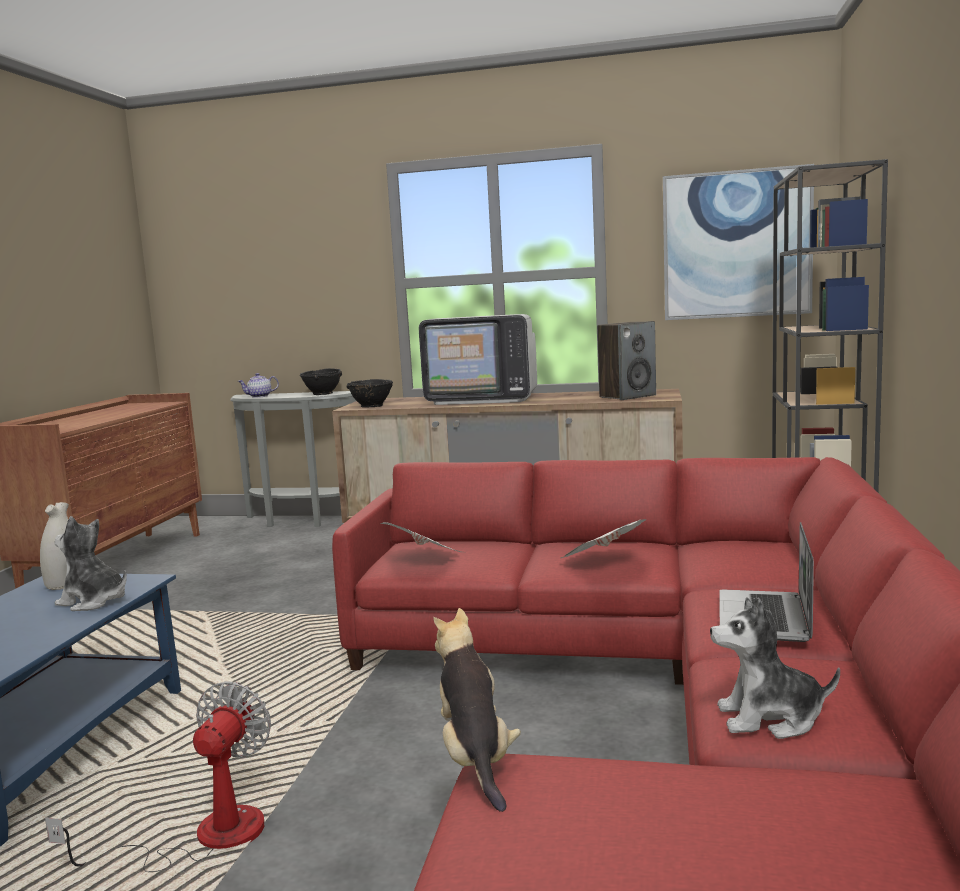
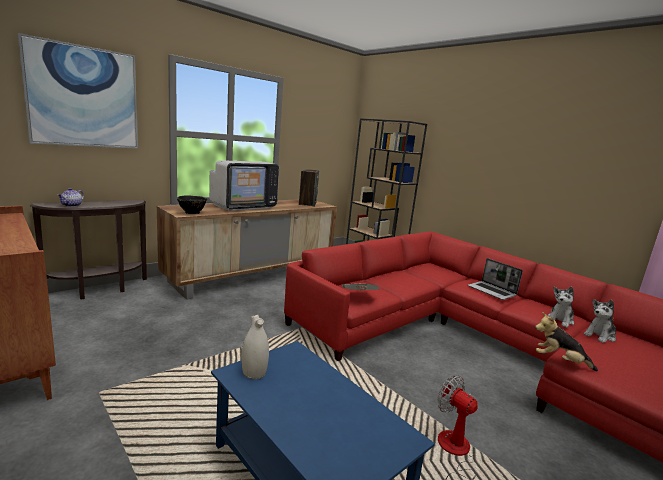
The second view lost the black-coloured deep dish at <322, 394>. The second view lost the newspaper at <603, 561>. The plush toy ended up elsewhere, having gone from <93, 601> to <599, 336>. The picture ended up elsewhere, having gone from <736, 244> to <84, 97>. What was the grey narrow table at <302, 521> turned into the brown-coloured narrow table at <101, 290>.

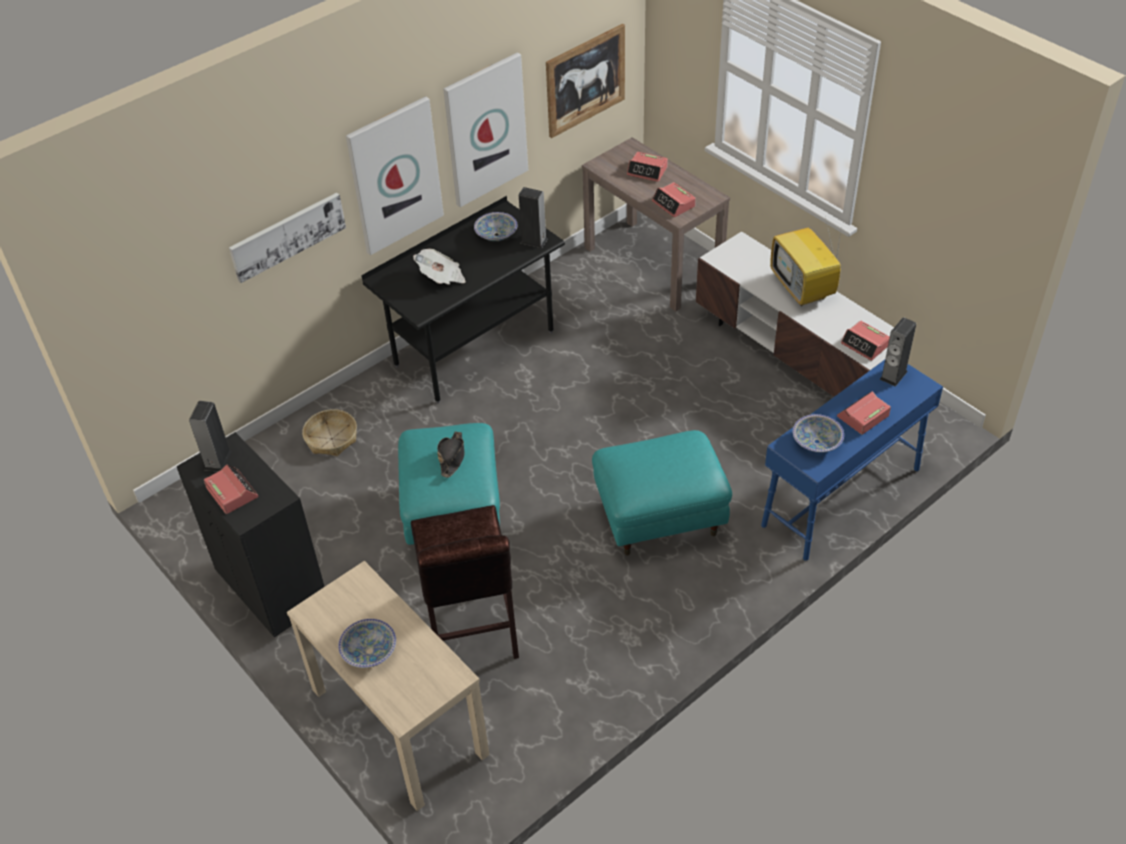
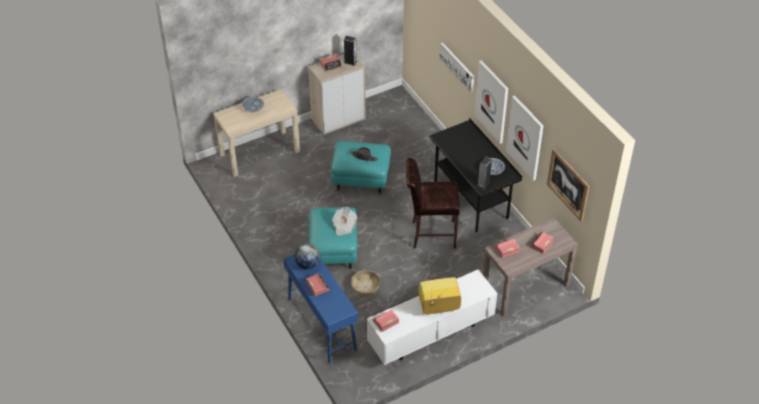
The second view lost the speaker at <893, 375>. The storage basket ended up elsewhere, having gone from <331, 438> to <365, 286>. The brown-coloured sitting stool ended up elsewhere, having gone from <471, 633> to <430, 234>. The newspaper ended up elsewhere, having gone from <441, 278> to <344, 226>. Where the deep dish stood at <816, 442>, the globe came to stand at <307, 264>. What was the black-coloured cabinet at <271, 590> turned into the beige-coloured cabinet at <339, 121>.

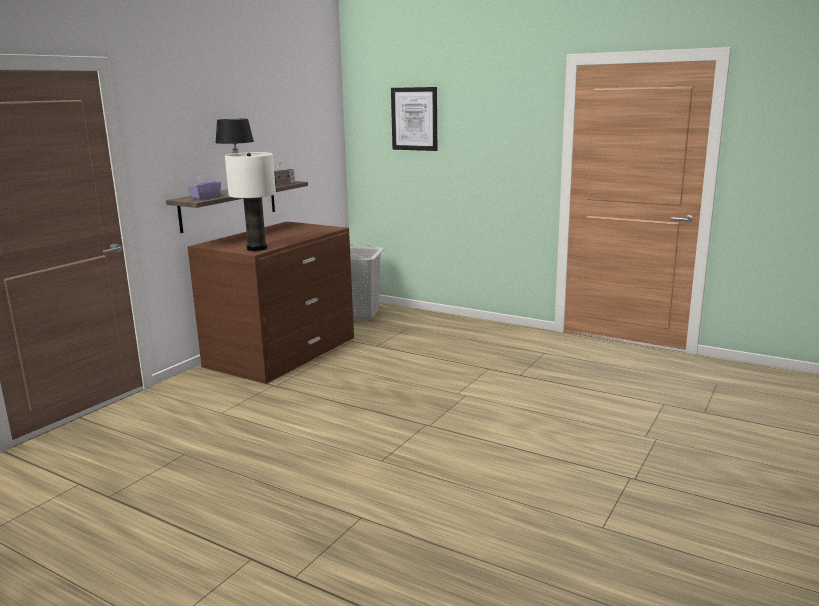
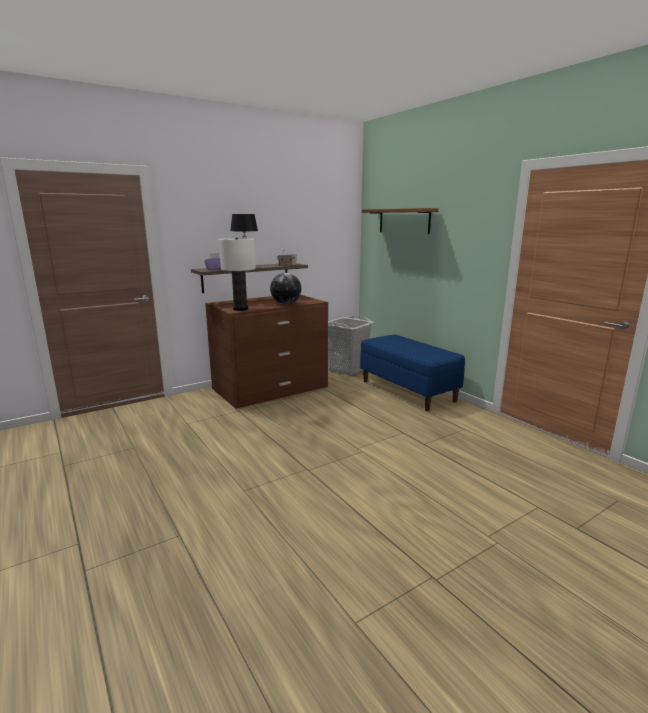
The second view gained the globe at <286, 304>. The second view gained the blue-coloured indoor bench at <408, 391>. Where the picture hung at <414, 119>, the shelf came to hang at <404, 221>.

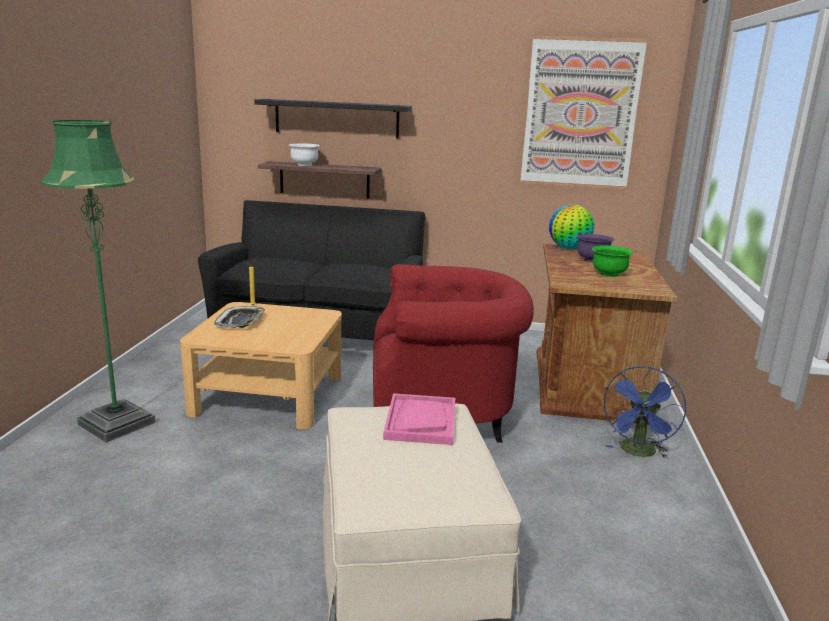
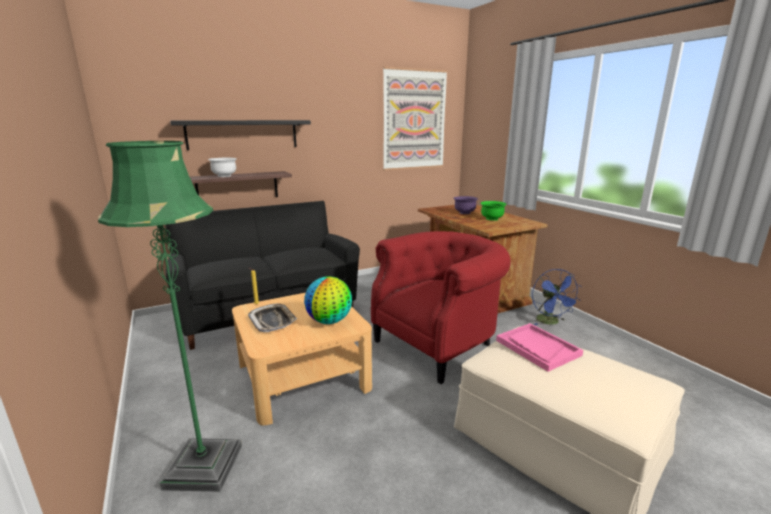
The globe ended up elsewhere, having gone from <569, 248> to <329, 321>.

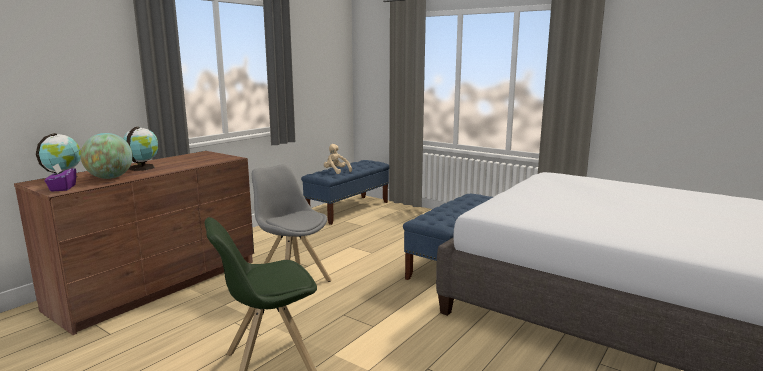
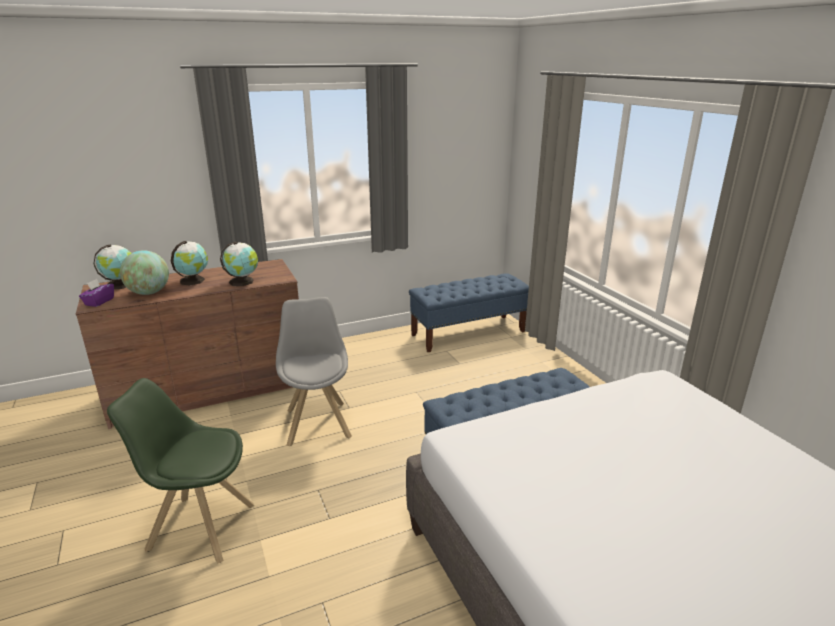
The second view lost the beige-coloured plush toy at <336, 171>. The second view gained the globe at <243, 281>.

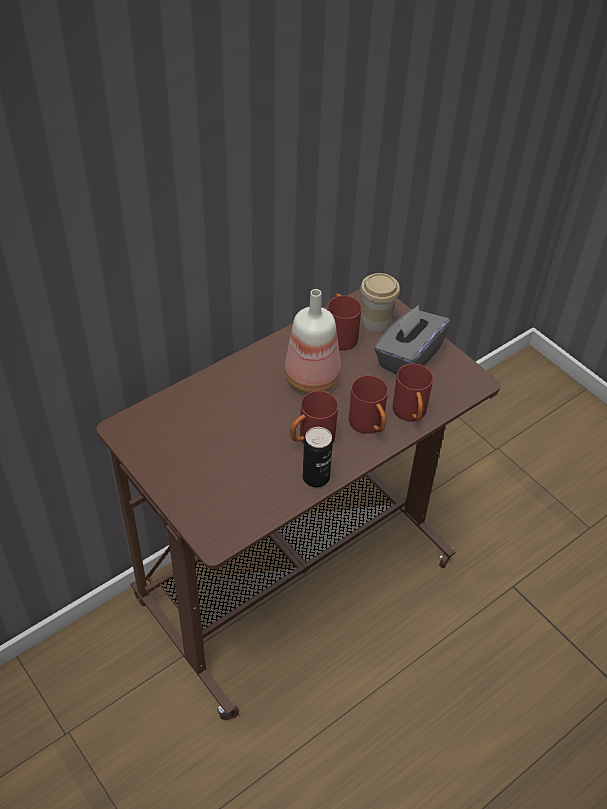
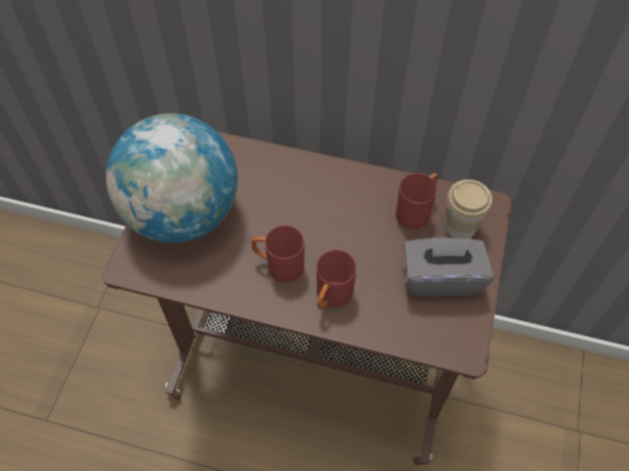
The second view lost the beverage bottle at <313, 377>. The second view lost the can at <316, 477>. The second view lost the reddish tea mug at <411, 414>. The second view gained the globe at <183, 214>.

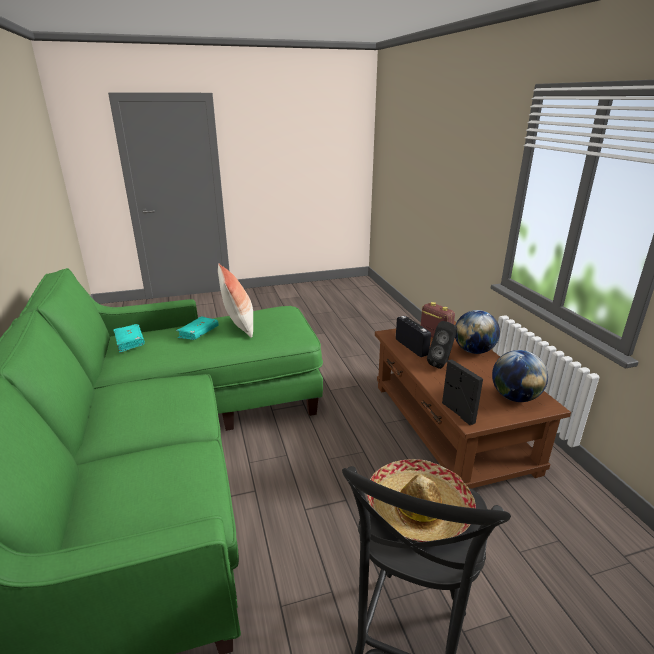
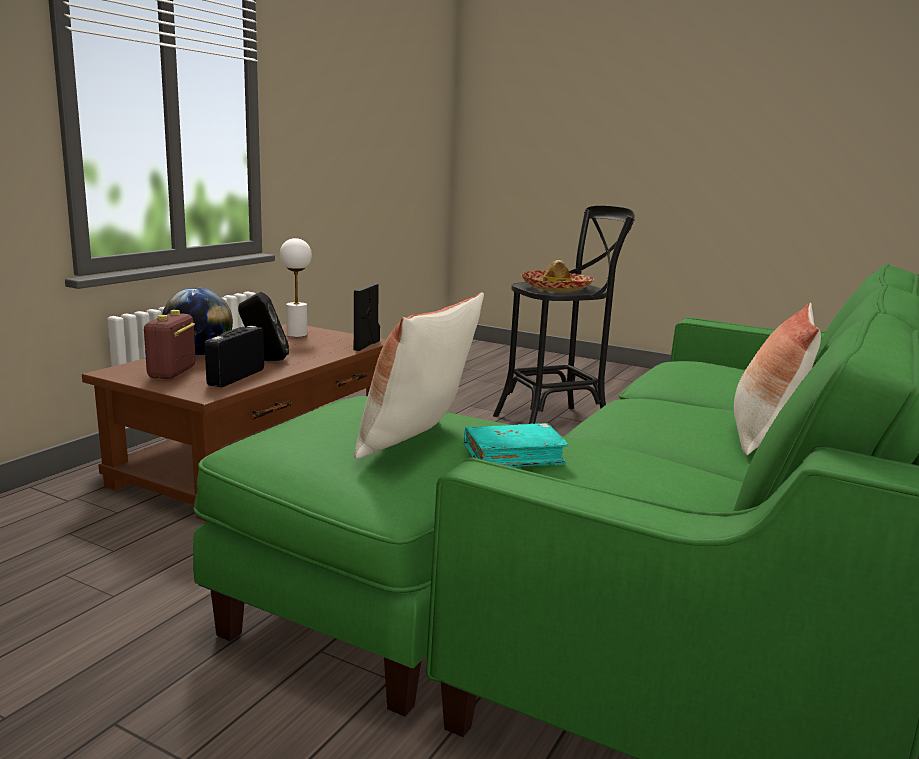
The second view lost the blue-green volume at <130, 342>. The second view gained the cushion at <763, 437>. Where the globe stood at <515, 397>, the whitish table lamp came to stand at <296, 334>.

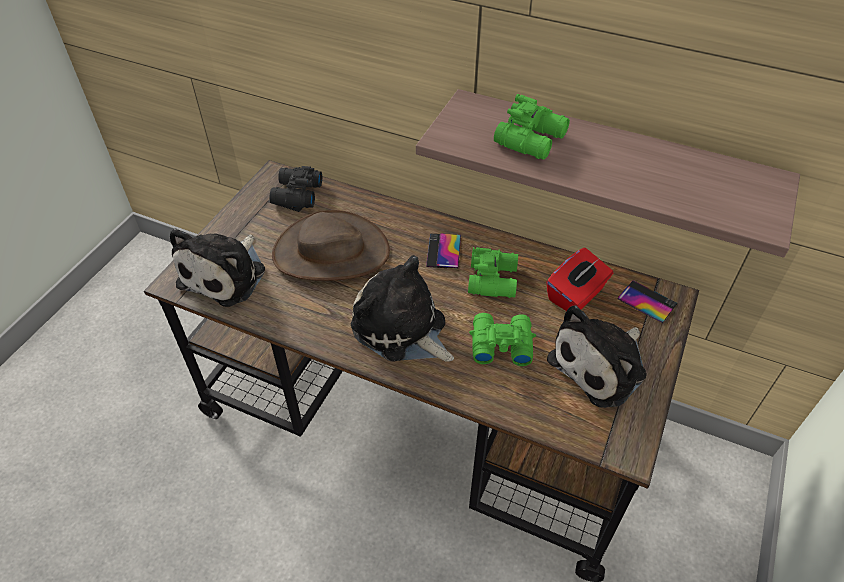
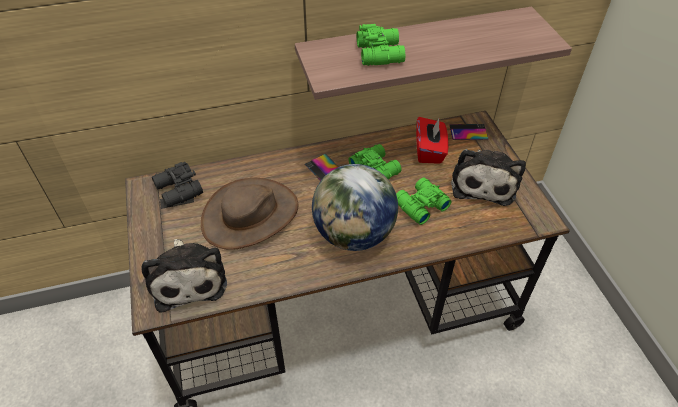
Where the plush toy stood at <402, 329>, the globe came to stand at <354, 234>.

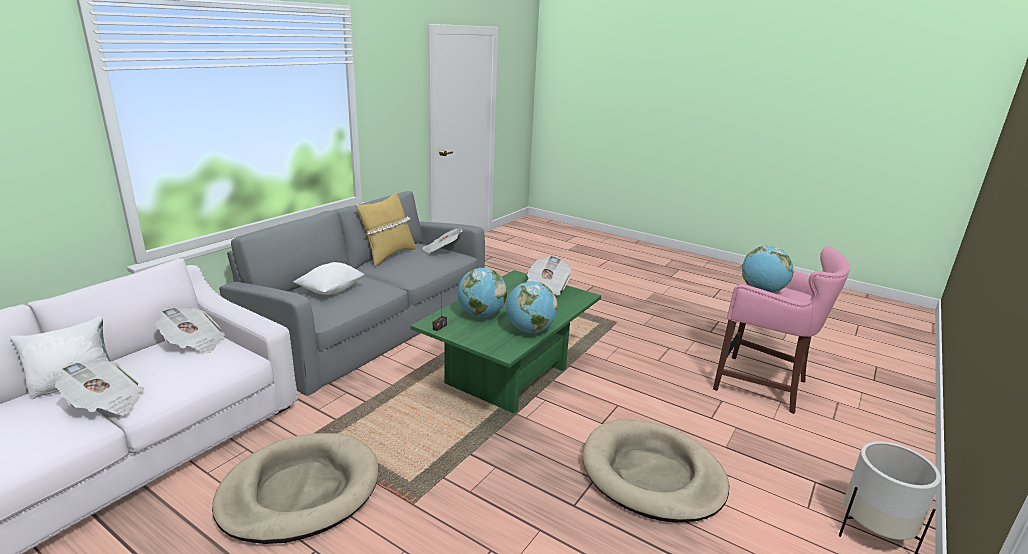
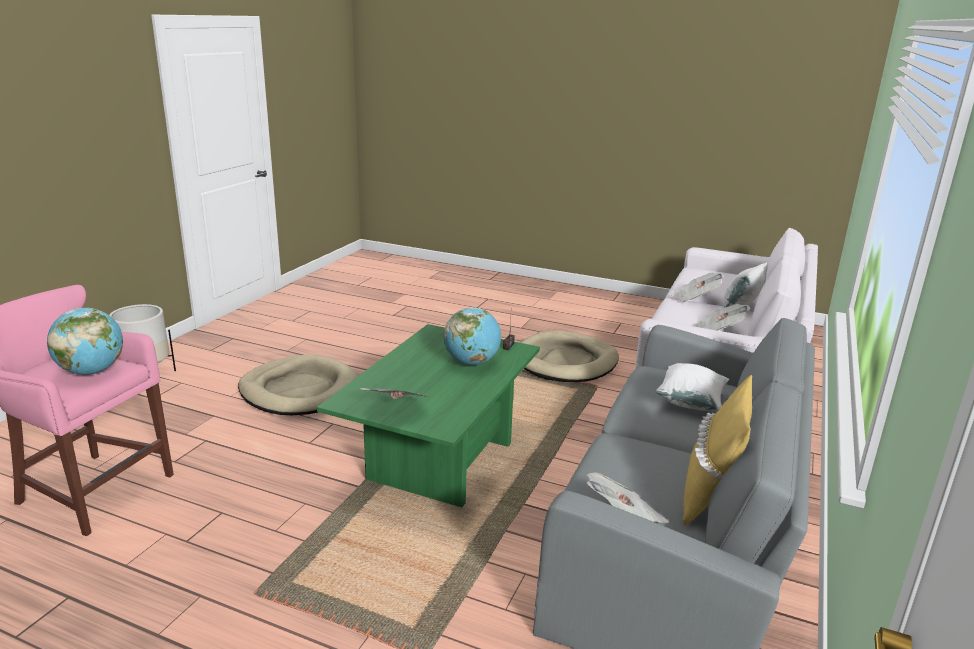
The second view lost the globe at <530, 330>.

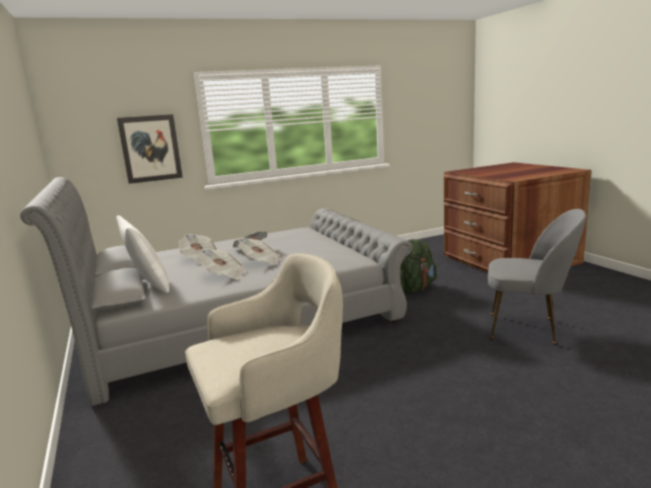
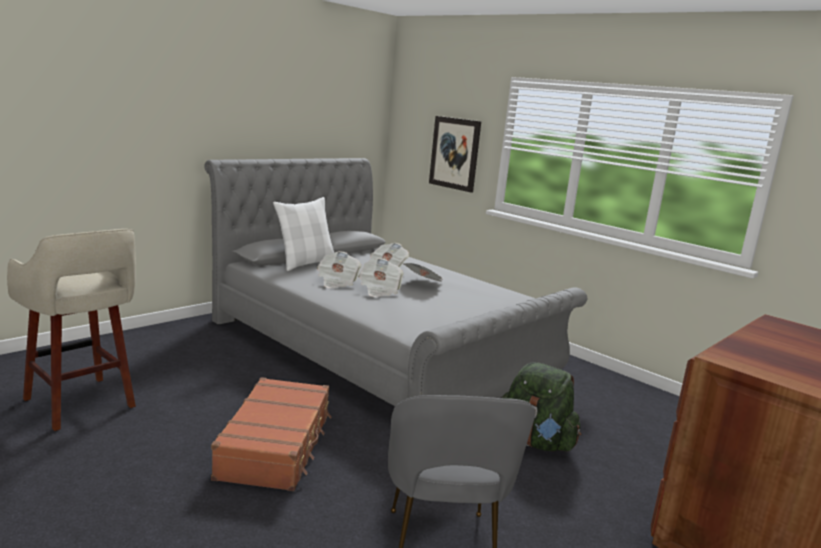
The second view gained the brown-coloured travel case at <276, 445>.

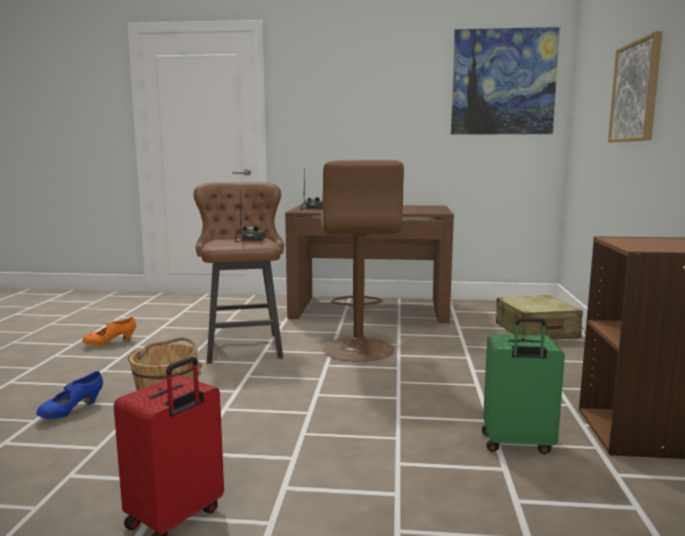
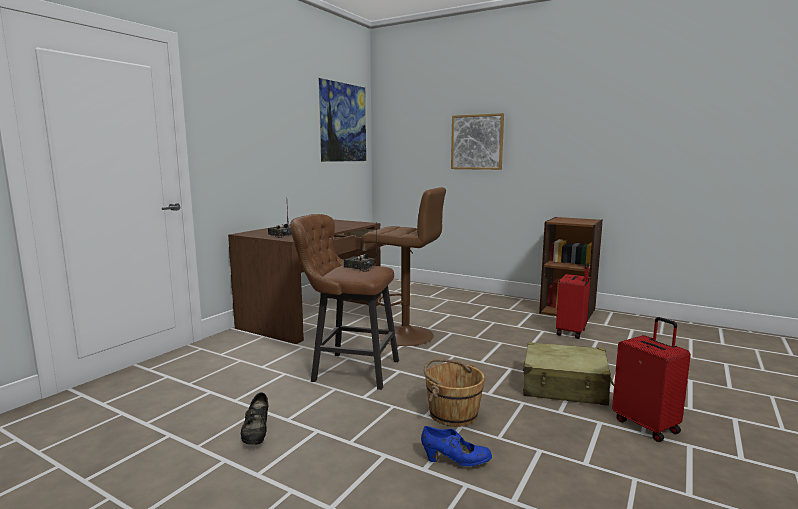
The beige-coloured travel case ended up elsewhere, having gone from <536, 331> to <564, 387>. What was the orange shoe at <110, 343> turned into the black-coloured shoe at <256, 434>. What was the greenish travel case at <517, 444> turned into the reddish travel case at <572, 332>. The blue-coloured shoe at <72, 411> ended up facing another way, 45 degrees counterclockwise from before.

